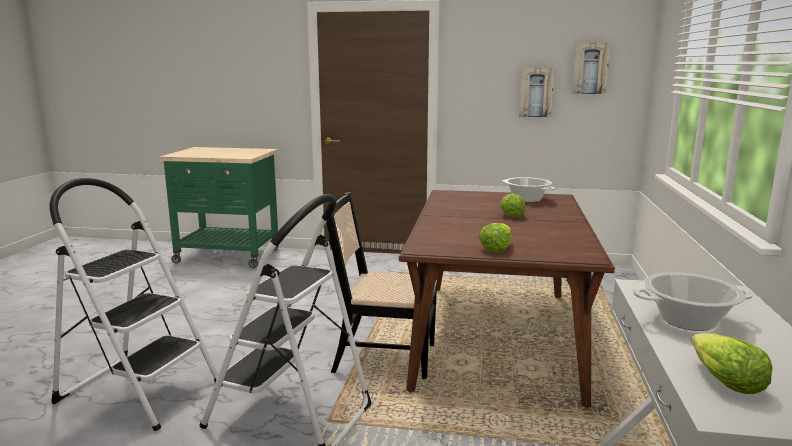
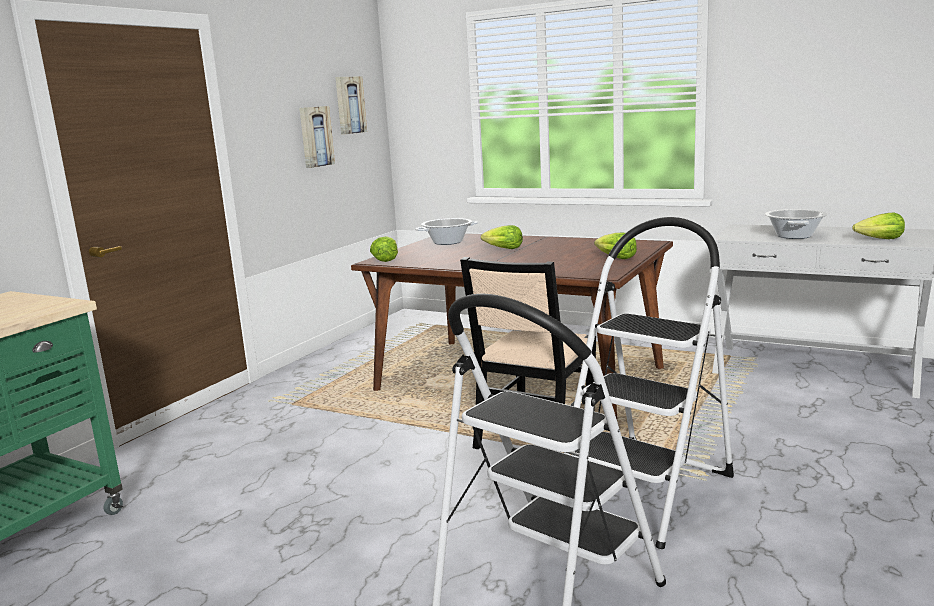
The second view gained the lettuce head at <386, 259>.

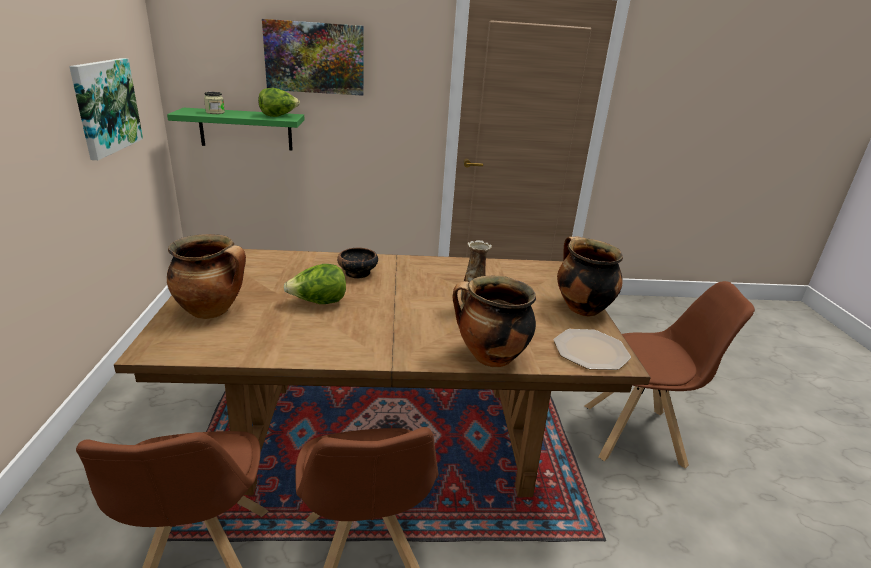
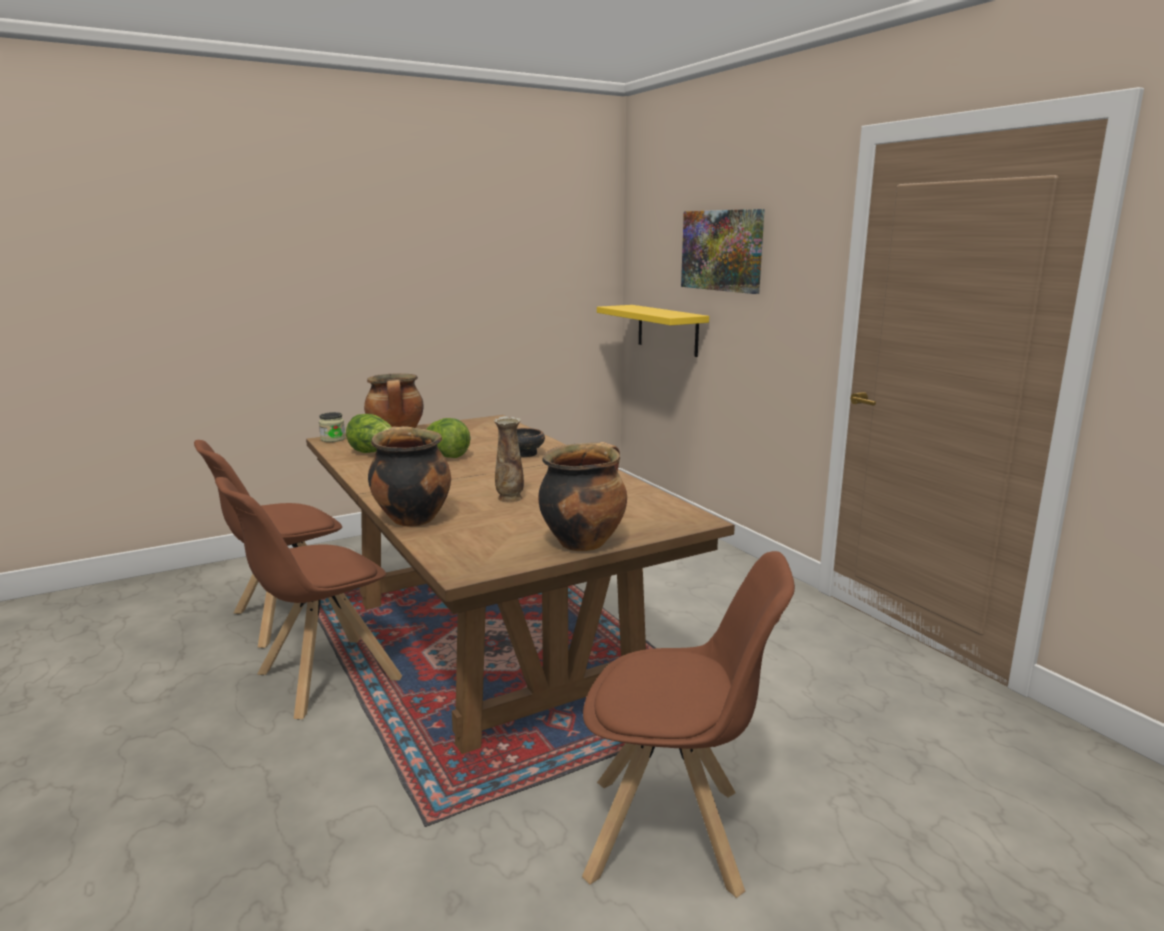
The second view lost the picture at <105, 106>. The second view lost the dinner plate at <590, 351>. The preserve jar ended up elsewhere, having gone from <215, 112> to <333, 439>. The lettuce head ended up elsewhere, having gone from <278, 116> to <373, 453>. What was the greenish shelf at <246, 129> turned into the yellow shelf at <667, 330>. The brown-coloured upright chair at <638, 434> ended up facing another way, 60 degrees counterclockwise from before.

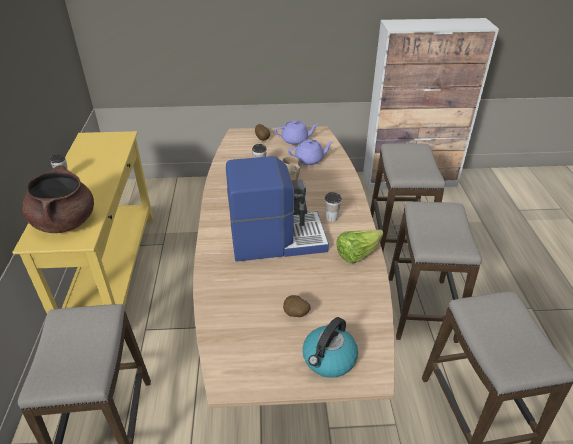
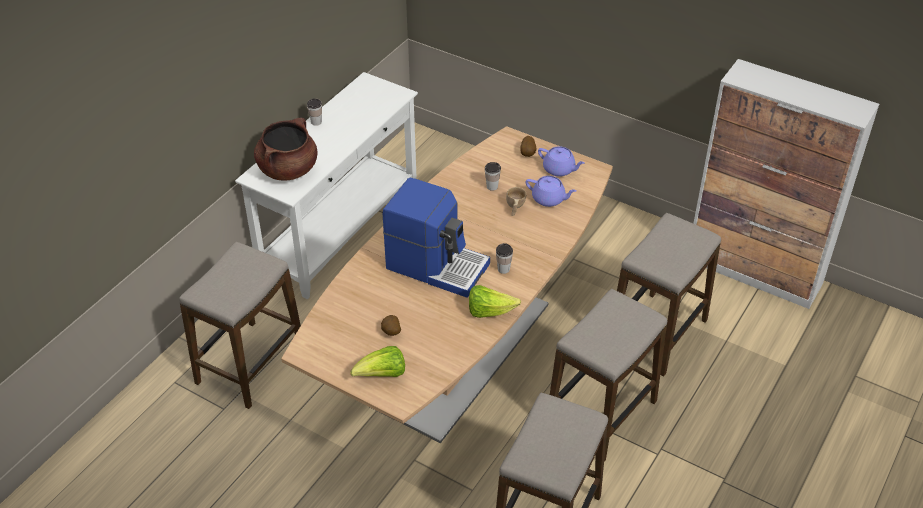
Where the water kettle stood at <329, 359>, the lettuce head came to stand at <382, 375>. What was the yellow narrow table at <112, 272> turned into the whitish narrow table at <340, 230>.

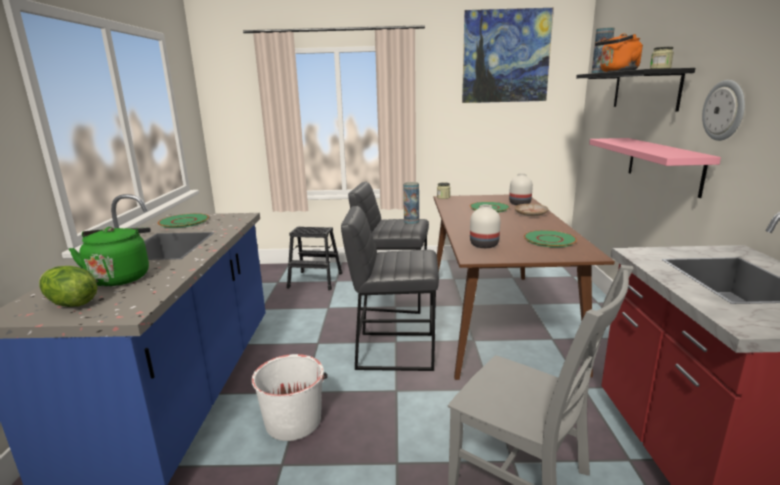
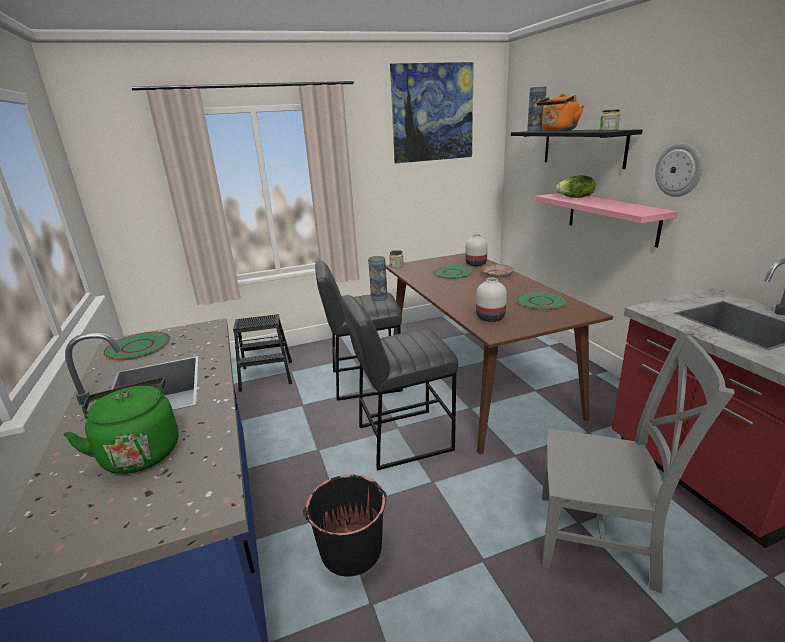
The lettuce head ended up elsewhere, having gone from <70, 303> to <575, 197>. What was the whitish bucket at <293, 421> turned into the black-coloured bucket at <351, 549>.

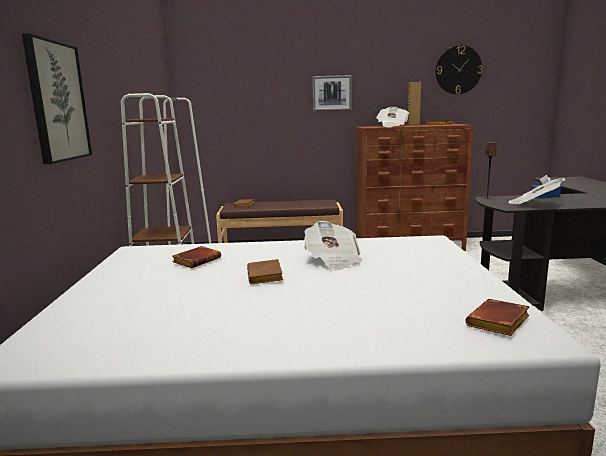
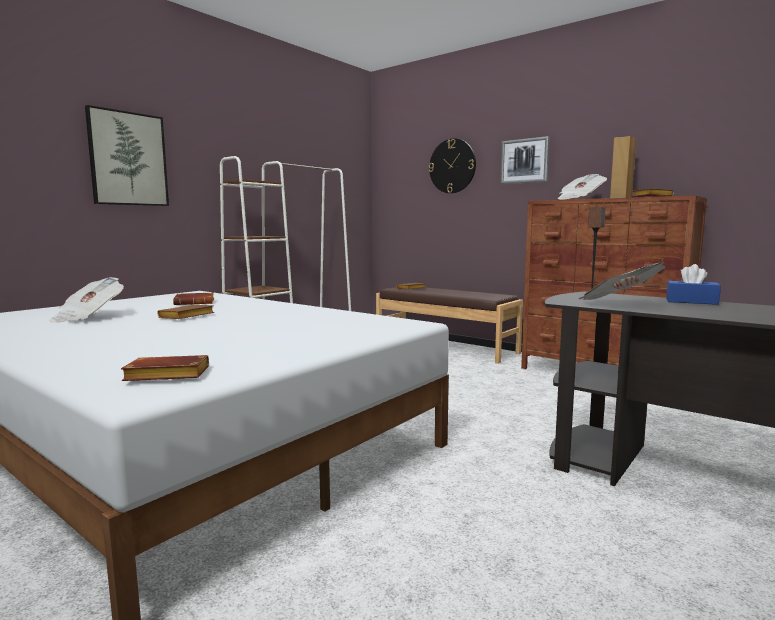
The newspaper ended up elsewhere, having gone from <332, 260> to <88, 317>. The wall clock ended up elsewhere, having gone from <458, 70> to <452, 166>.

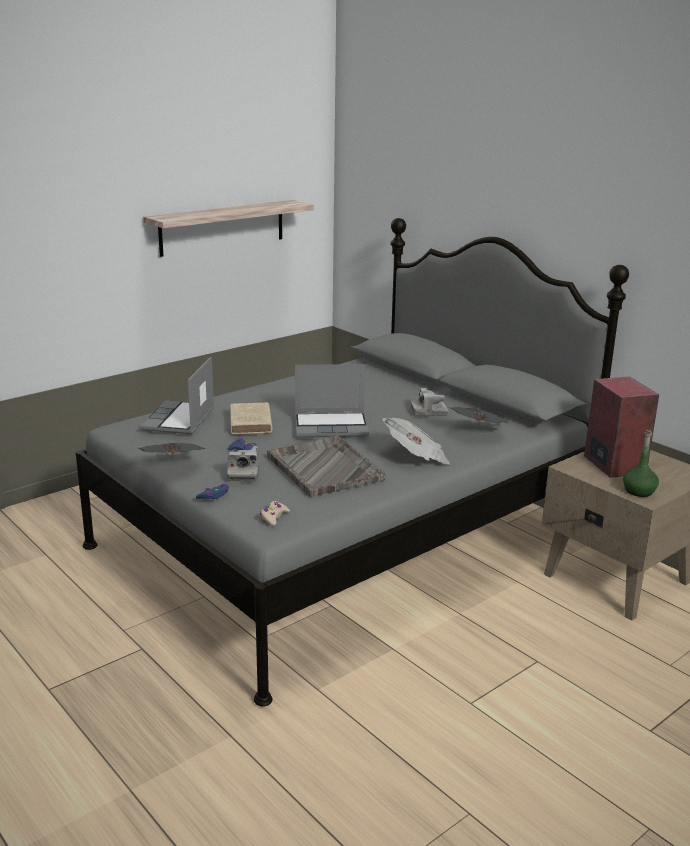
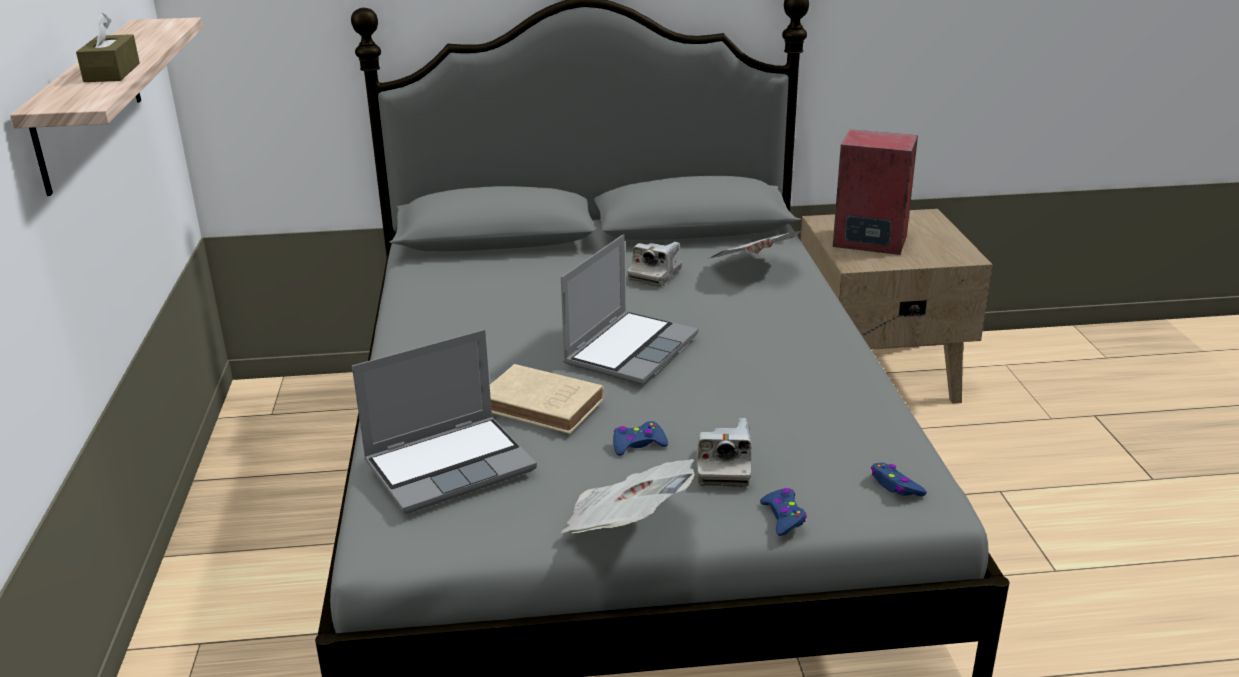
The second view lost the grey serving tray at <324, 467>. The second view lost the newspaper at <416, 458>. The second view lost the greenish beverage bottle at <639, 491>. The second view gained the brown-coloured box of tissues at <112, 72>. What was the beige-coloured game controller at <274, 517> turned into the blue-coloured game controller at <895, 486>. The portable computer at <179, 420> ended up facing another way, 75 degrees counterclockwise from before. The photo camera at <244, 474> ended up facing another way, 60 degrees clockwise from before.

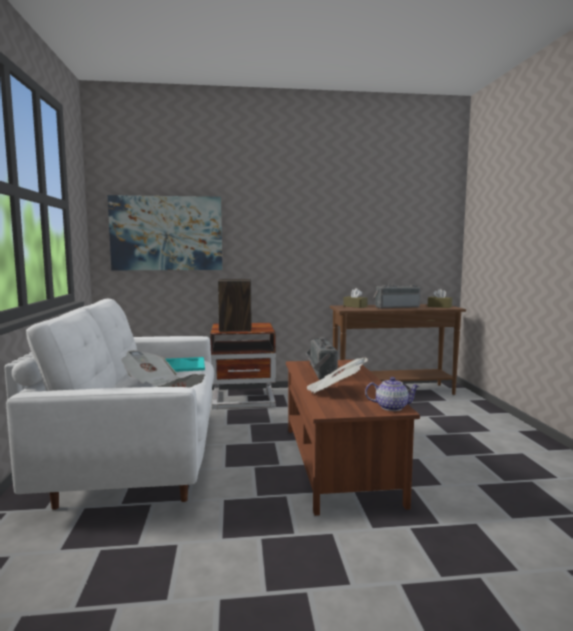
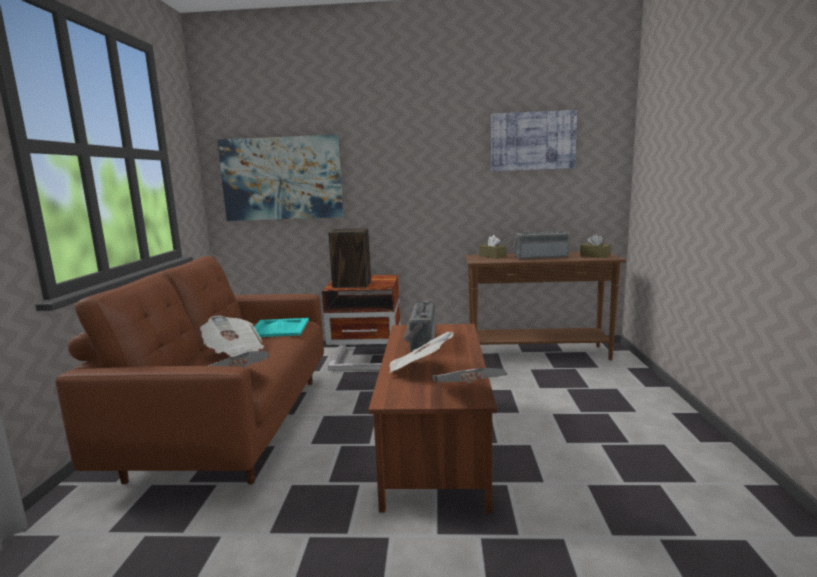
The second view gained the picture at <532, 141>. Where the teapot stood at <391, 407>, the newspaper came to stand at <469, 395>. What was the whitish settee at <138, 455> turned into the brown-coloured settee at <230, 424>.

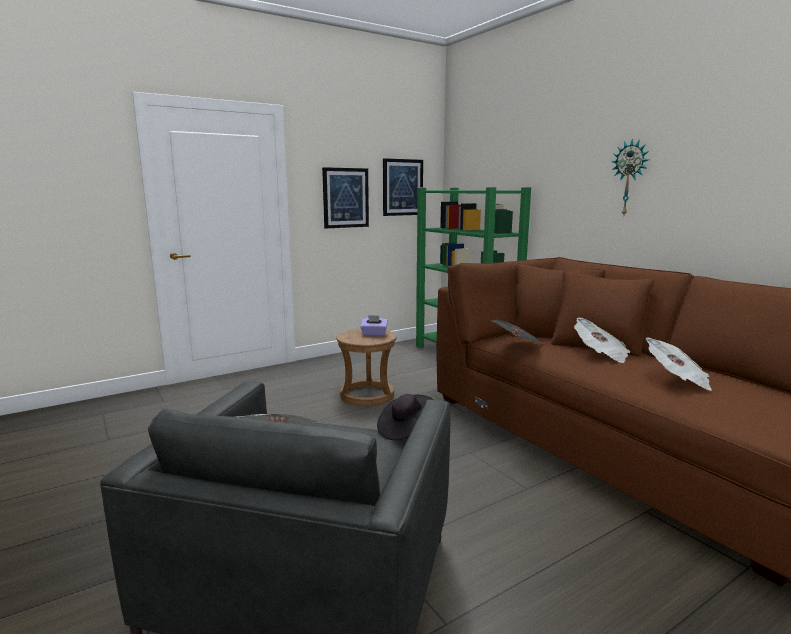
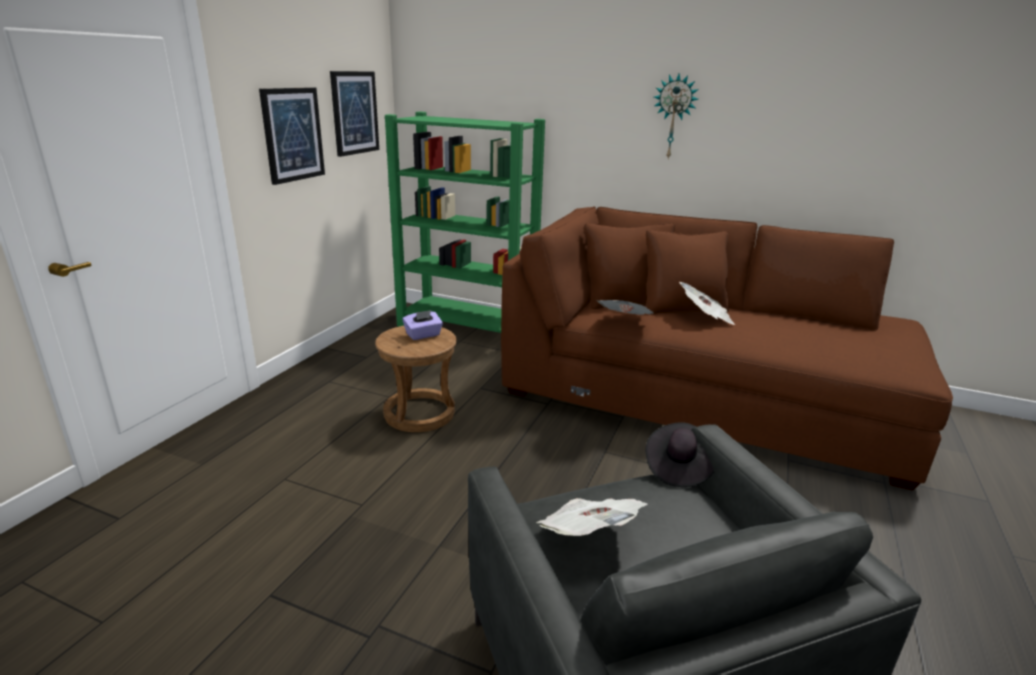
The second view lost the newspaper at <677, 380>.

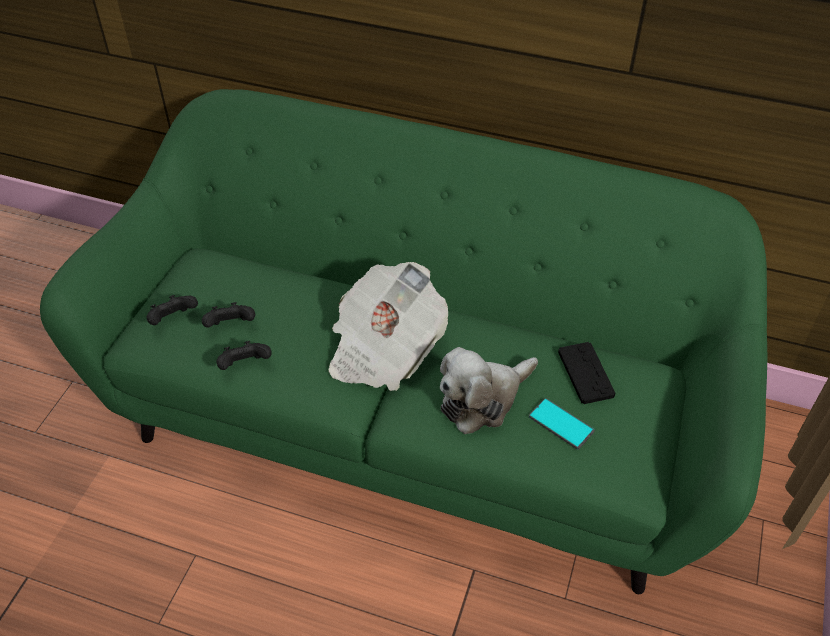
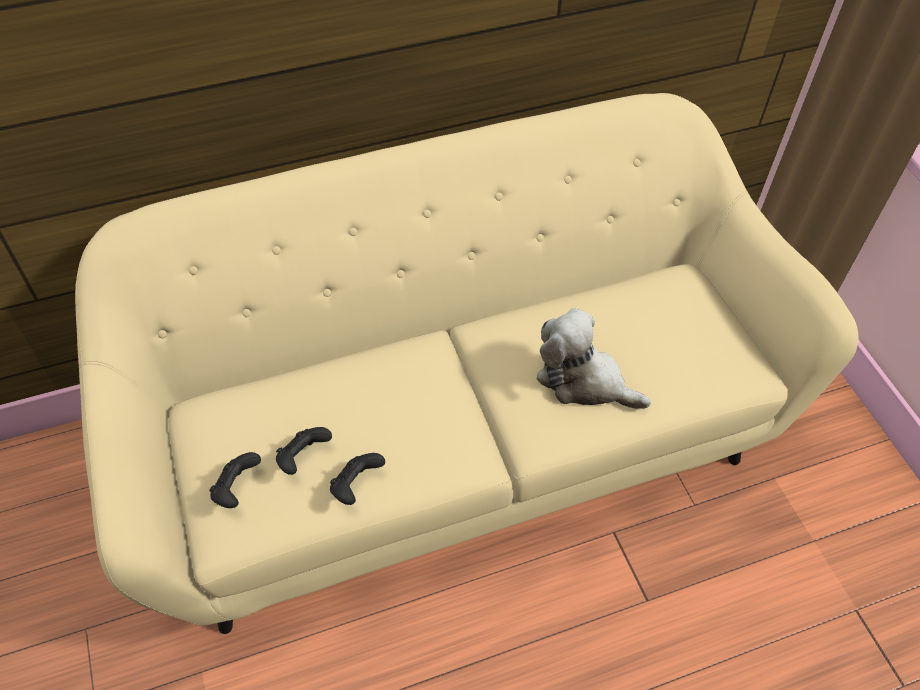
The second view lost the newspaper at <384, 348>. The second view lost the phone at <561, 424>. The second view lost the black-coloured game controller at <585, 373>. What was the greenish settee at <413, 422> turned into the beige-coloured settee at <457, 443>. The plush toy at <483, 399> ended up facing another way, 105 degrees clockwise from before.

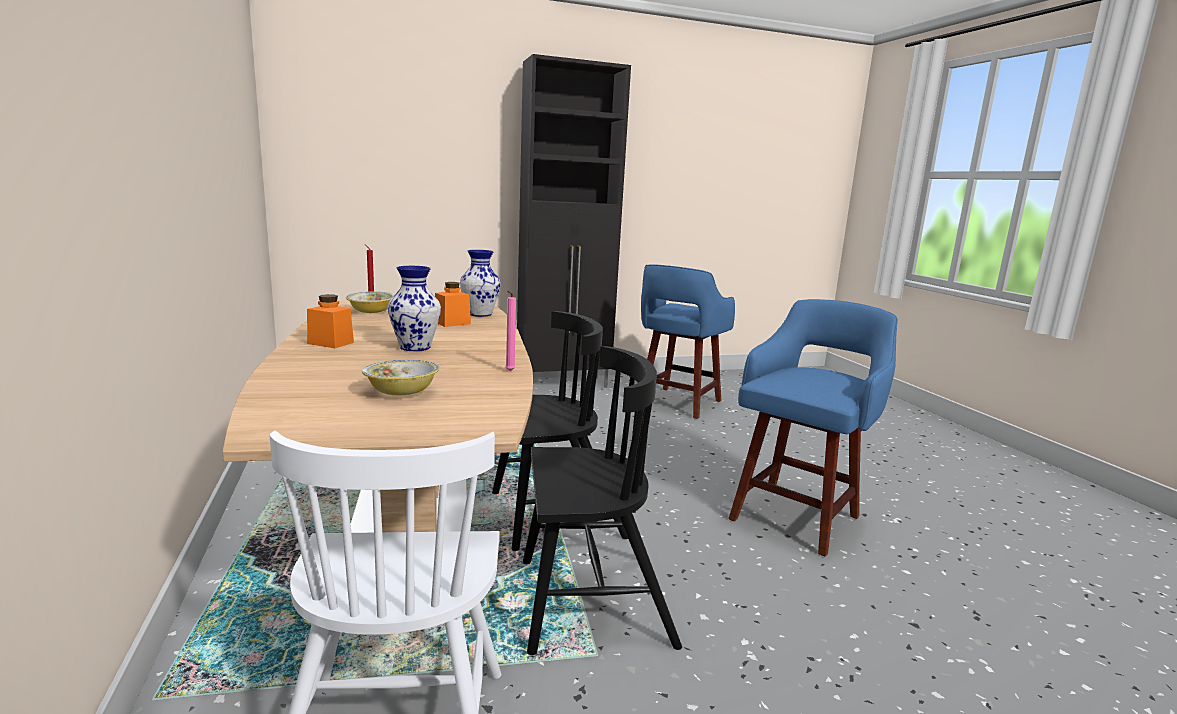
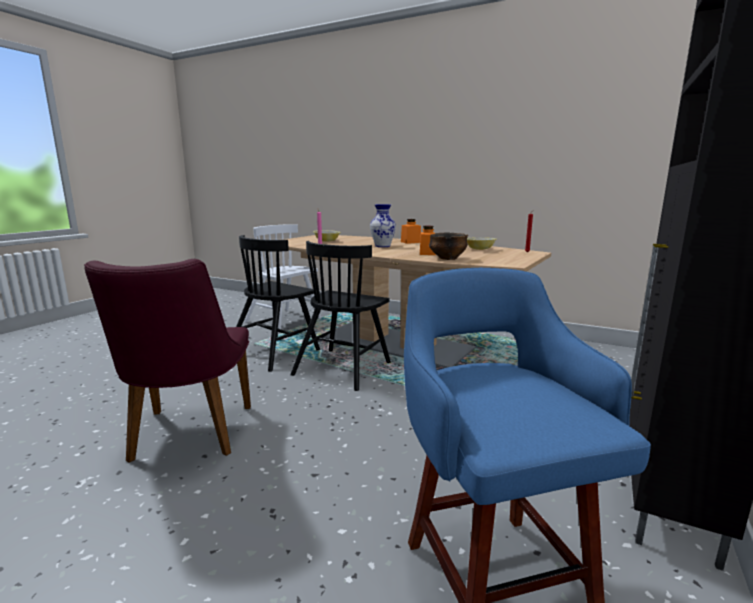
Where the vase stood at <479, 314>, the deep dish came to stand at <447, 258>. Where the blue-coloured sitting stool stood at <798, 516>, the purple upright chair came to stand at <188, 438>.

